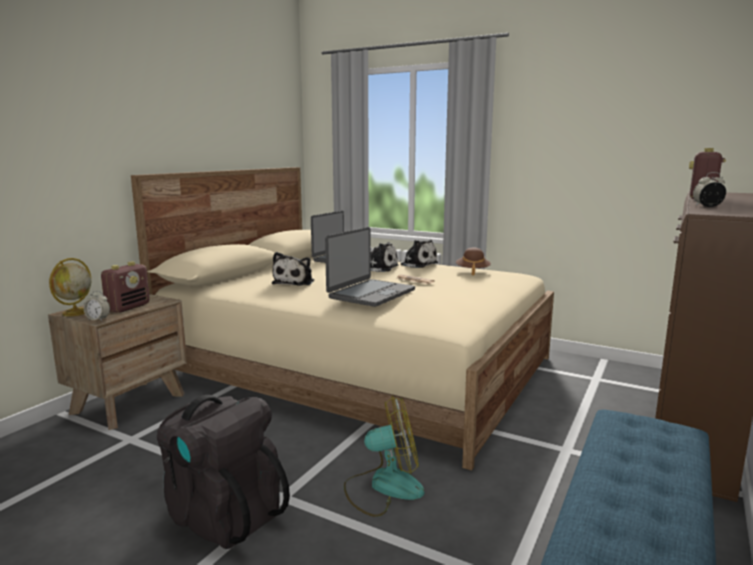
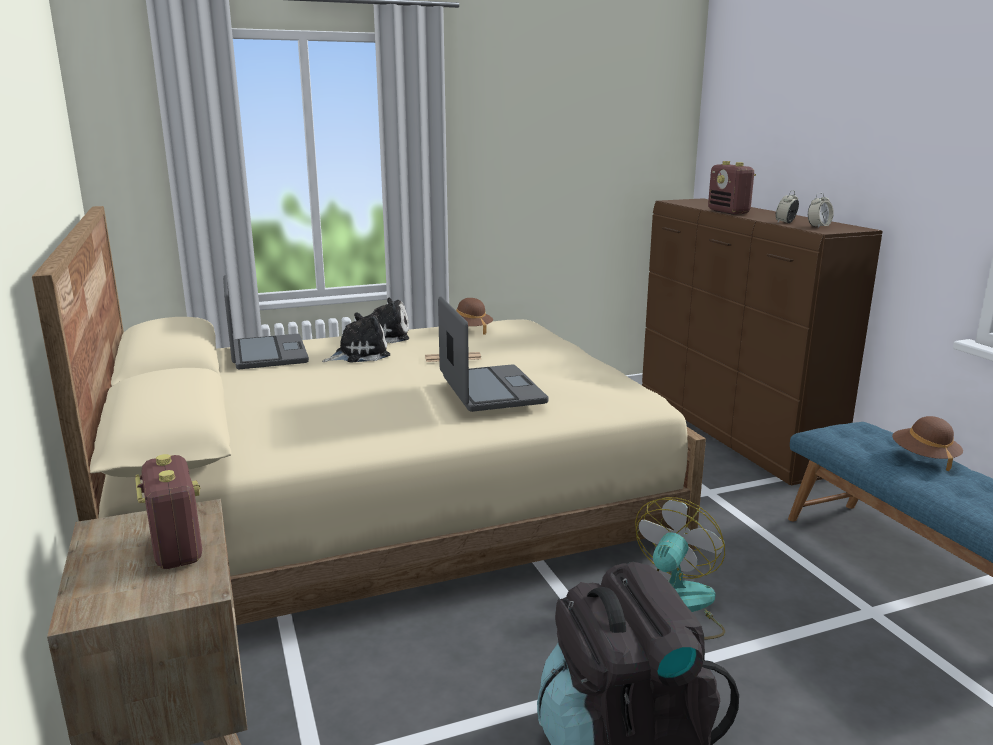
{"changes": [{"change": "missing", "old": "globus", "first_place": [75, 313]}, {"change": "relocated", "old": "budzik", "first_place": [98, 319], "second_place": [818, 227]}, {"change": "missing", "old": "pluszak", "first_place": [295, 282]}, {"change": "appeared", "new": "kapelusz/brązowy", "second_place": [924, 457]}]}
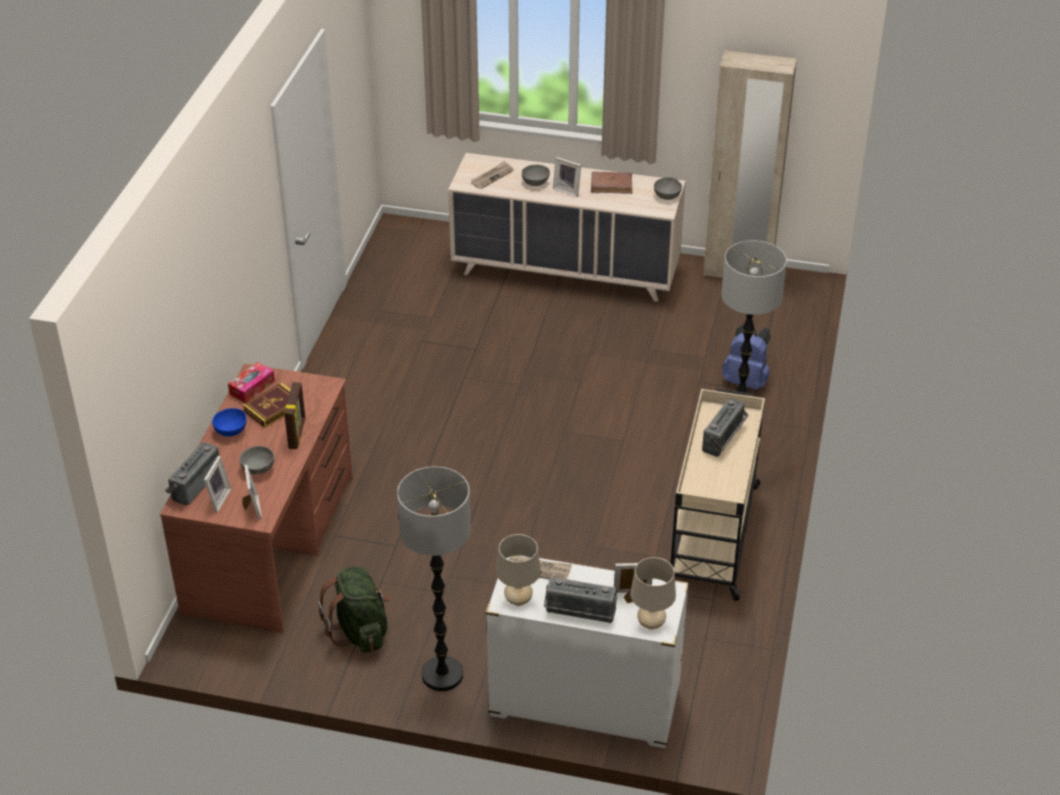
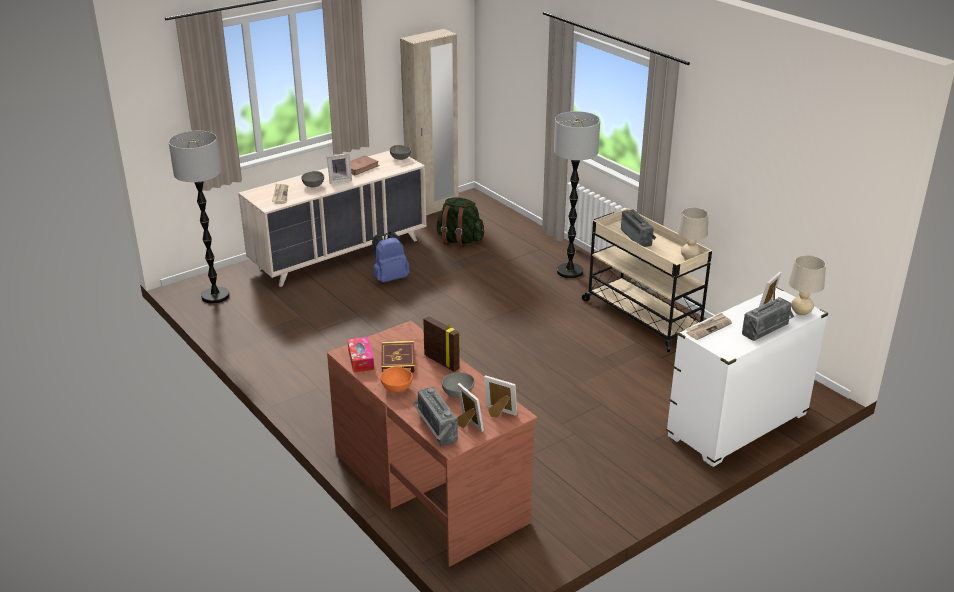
{"changes": [{"change": "colour", "old": "miska/niebieski", "new": "miska/pomarańczowy", "first_place": [232, 431], "second_place": [397, 387]}, {"change": "relocated", "old": "plecak/zielony", "first_place": [360, 631], "second_place": [459, 241]}, {"change": "relocated", "old": "lampa stojąca", "first_place": [442, 674], "second_place": [215, 296]}, {"change": "relocated", "old": "lampa stołowa/beżowy", "first_place": [518, 600], "second_place": [689, 258]}, {"change": "relocated", "old": "plecak/niebieski", "first_place": [746, 380], "second_place": [390, 278]}]}
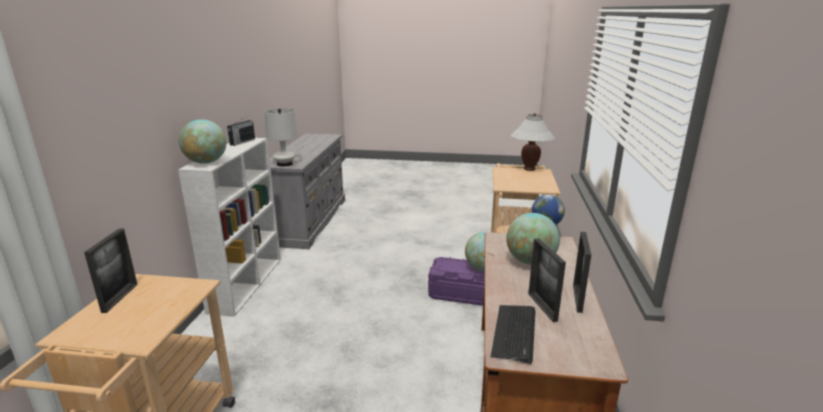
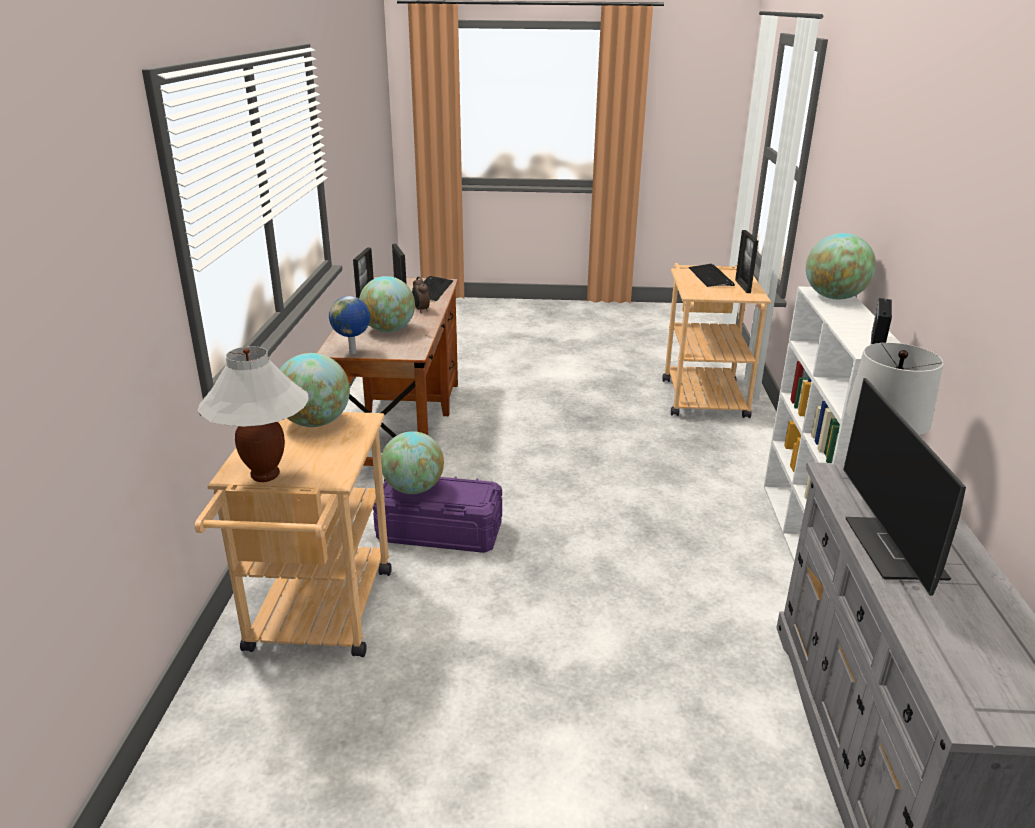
{"changes": [{"change": "appeared", "new": "globus", "second_place": [315, 423]}, {"change": "appeared", "new": "budzik", "second_place": [420, 310]}, {"change": "appeared", "new": "klawiatura", "second_place": [711, 277]}, {"change": "appeared", "new": "monitor", "second_place": [896, 551]}]}
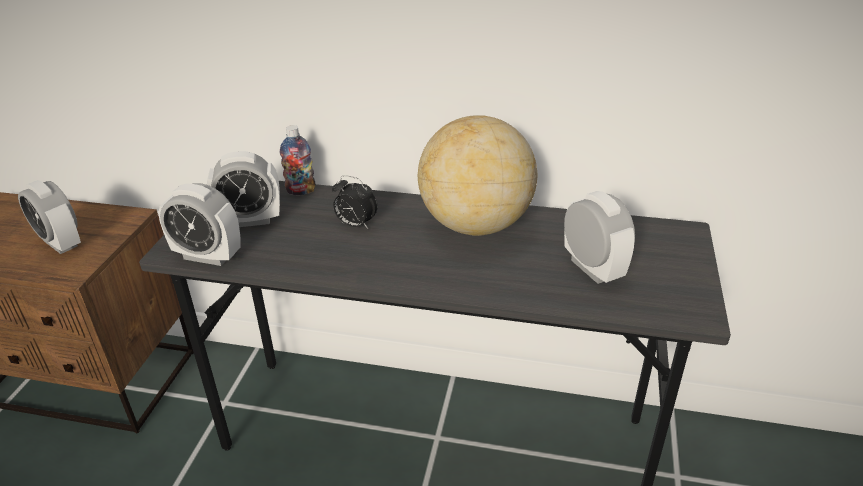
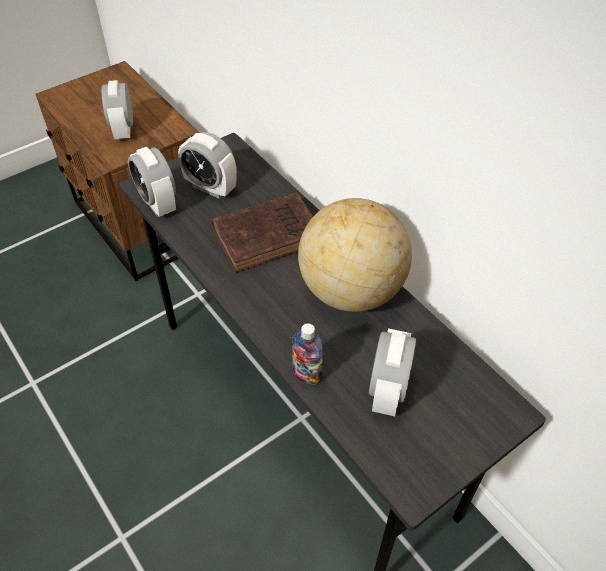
{"changes": [{"change": "relocated", "old": "butelka", "first_place": [301, 191], "second_place": [306, 375]}, {"change": "exchanged", "old": "budzik", "new": "książka/brązowy", "first_place": [355, 225], "second_place": [270, 235]}]}
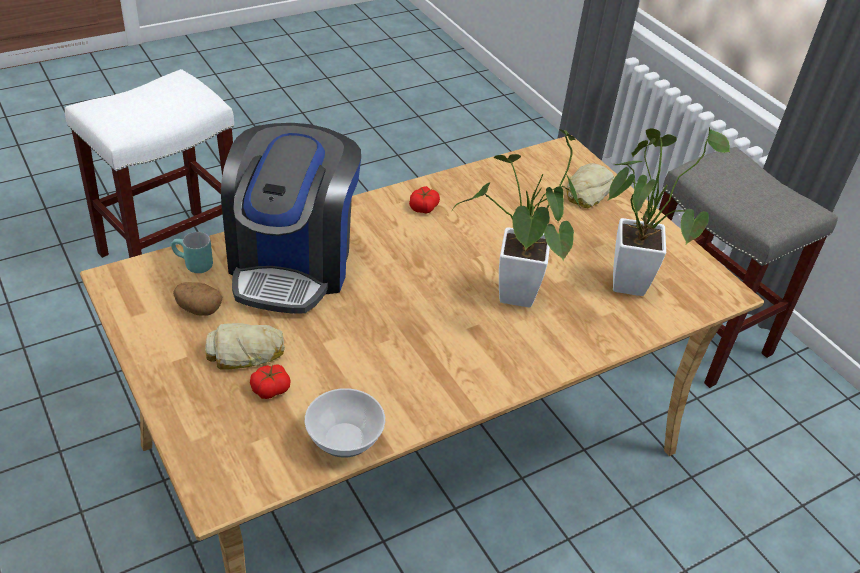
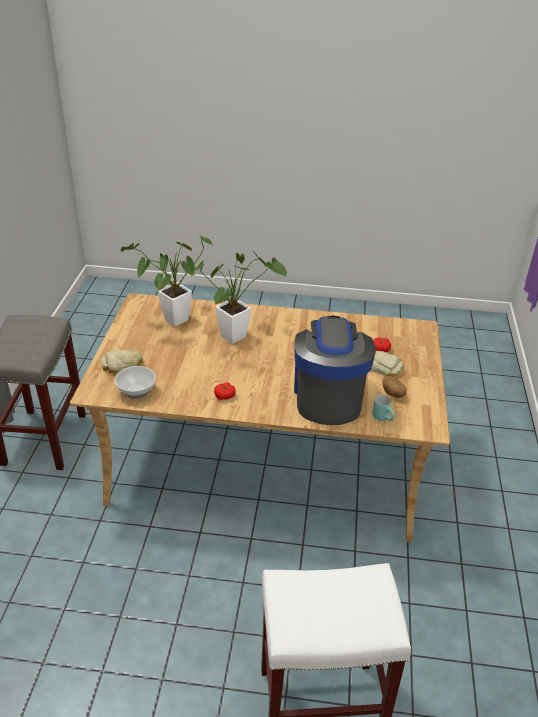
{"changes": [{"change": "spun", "old": "ekspres do kawy", "first_place": [292, 263], "second_place": [328, 396], "degrees": -45}, {"change": "relocated", "old": "miska", "first_place": [343, 439], "second_place": [136, 392]}]}
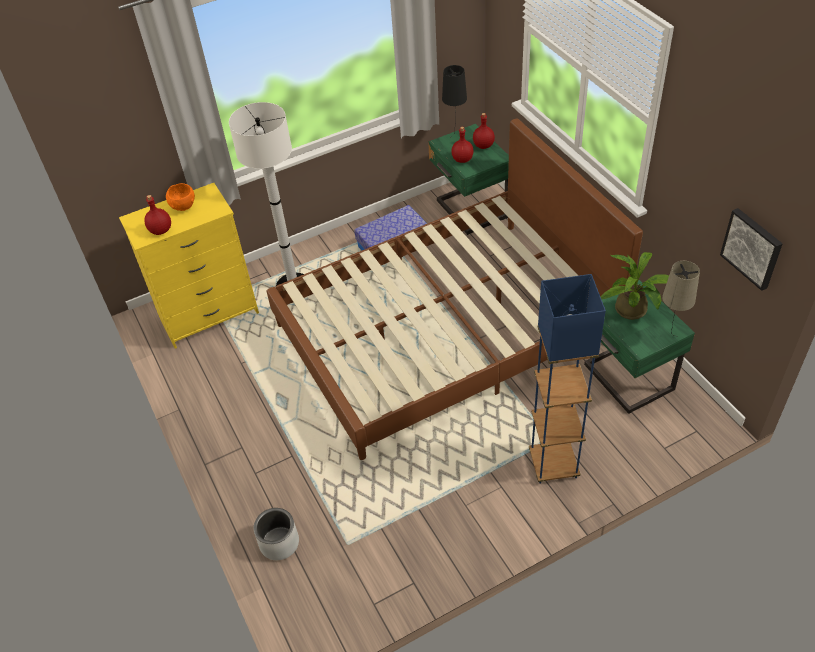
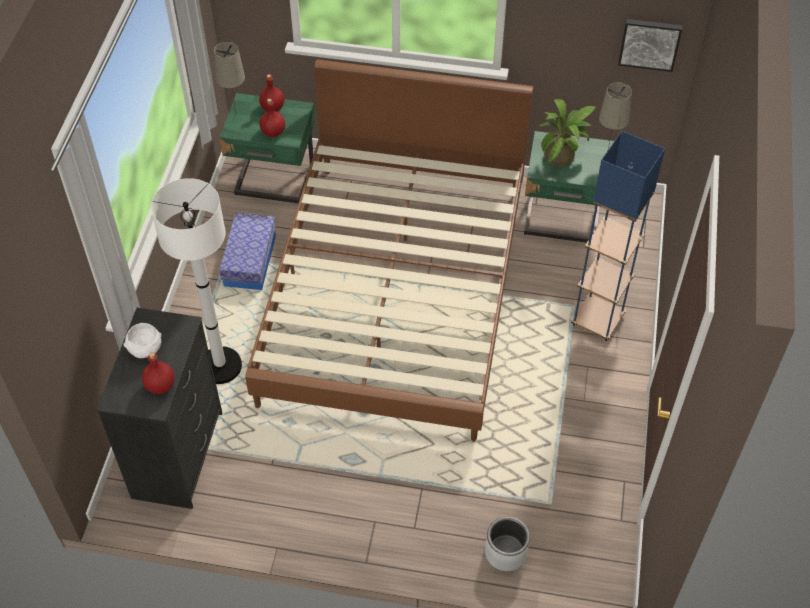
{"changes": [{"change": "colour", "old": "komoda/żółty", "new": "komoda/czarny", "first_place": [209, 315], "second_place": [179, 455]}, {"change": "colour", "old": "miska/pomarańczowy", "new": "miska/biały", "first_place": [183, 207], "second_place": [146, 350]}, {"change": "colour", "old": "lampa stołowa/czarny", "new": "lampa stołowa/beżowy", "first_place": [455, 136], "second_place": [236, 116]}]}
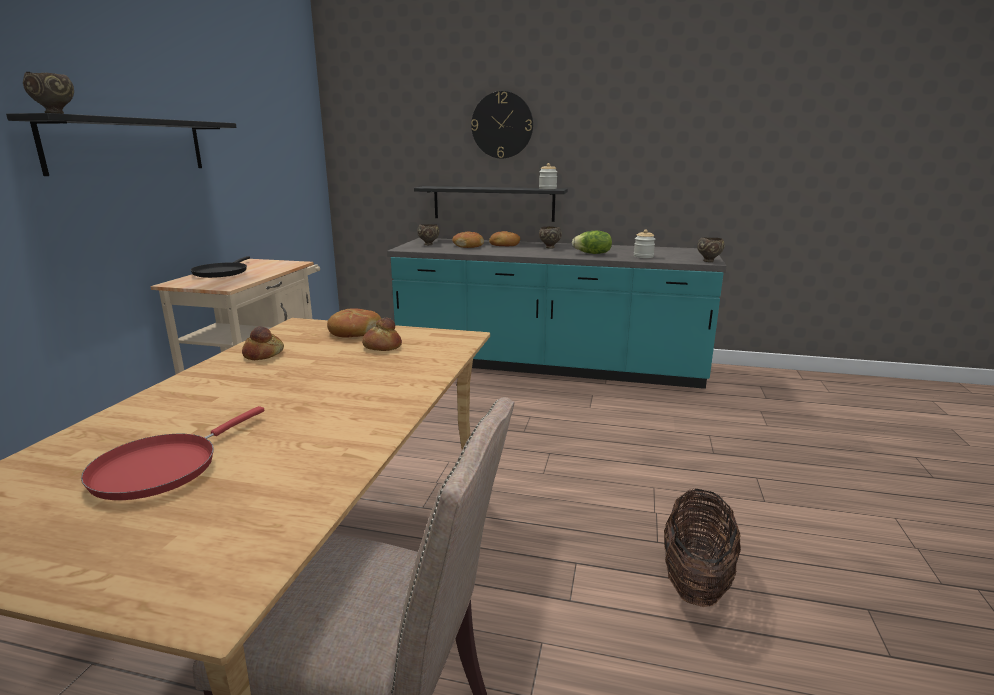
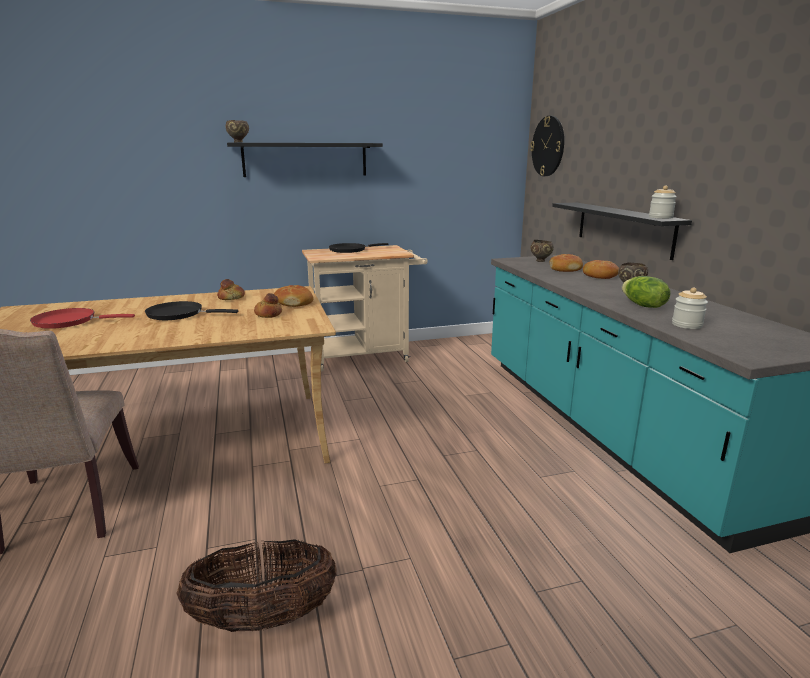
{"changes": [{"change": "relocated", "old": "zegar ścienny", "first_place": [502, 125], "second_place": [548, 146]}, {"change": "missing", "old": "miska/brązowy", "first_place": [709, 261]}, {"change": "appeared", "new": "patelnia/czarny", "second_place": [179, 314]}]}
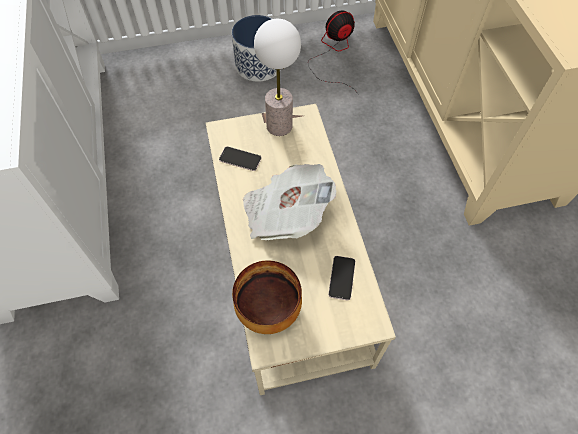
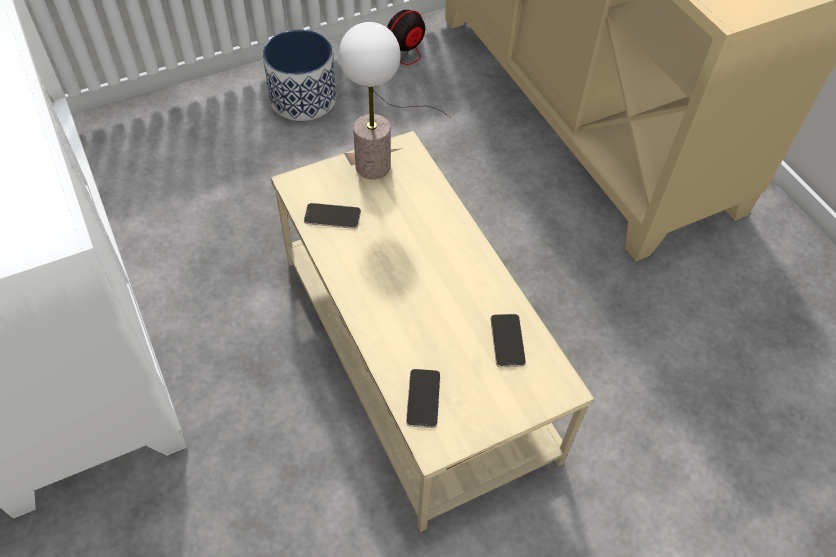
{"changes": [{"change": "exchanged", "old": "miska", "new": "telefon", "first_place": [267, 310], "second_place": [423, 398]}, {"change": "missing", "old": "gazeta", "first_place": [285, 214]}]}
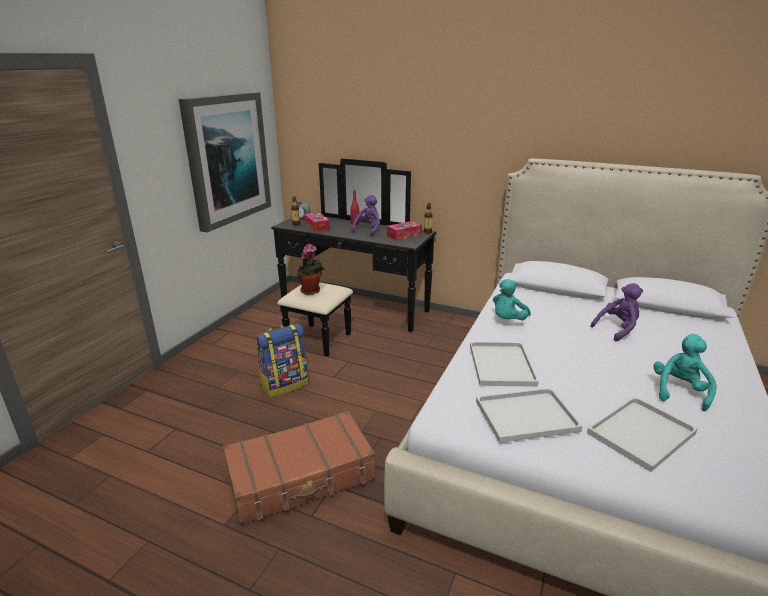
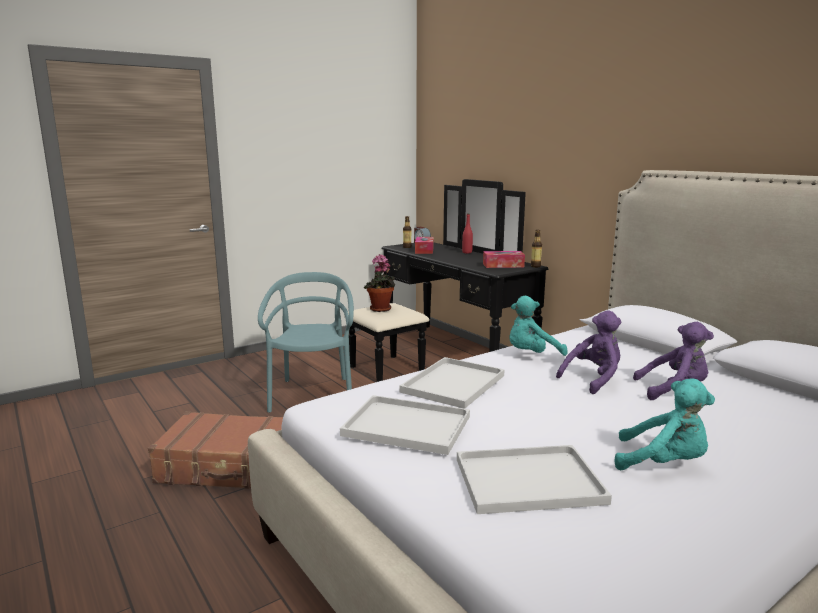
{"changes": [{"change": "missing", "old": "obraz", "first_place": [227, 159]}, {"change": "exchanged", "old": "plecak", "new": "krzesło/turkusowy", "first_place": [284, 384], "second_place": [313, 395]}, {"change": "relocated", "old": "pluszak/fioletowy", "first_place": [368, 230], "second_place": [593, 379]}, {"change": "spun", "old": "pluszak/turkusowy", "first_place": [679, 391], "second_place": [663, 463], "degrees": 60}]}
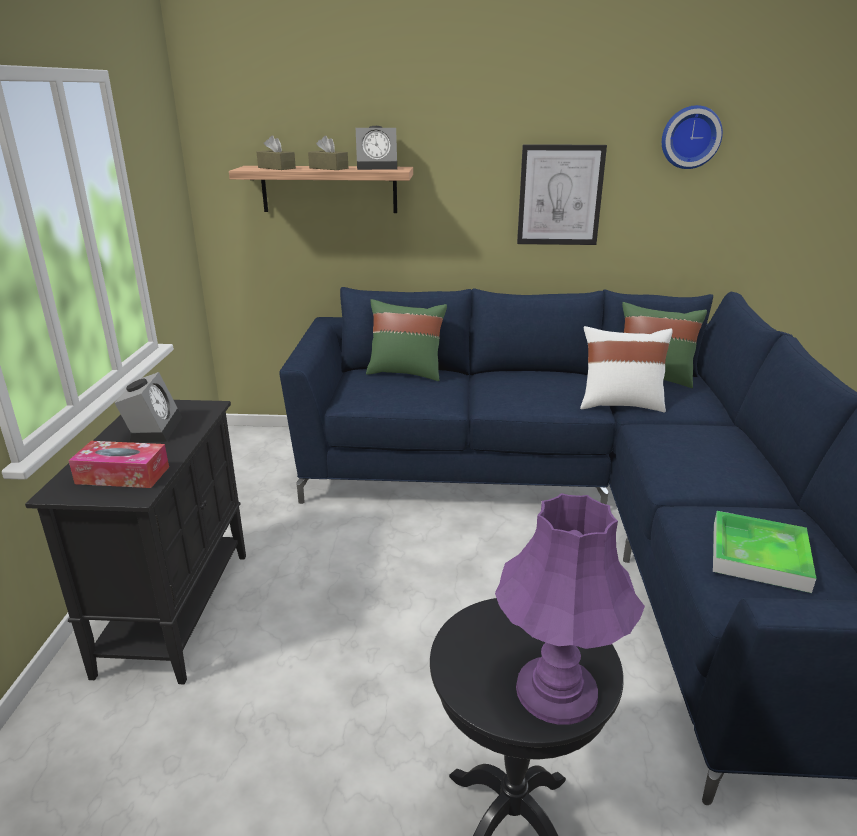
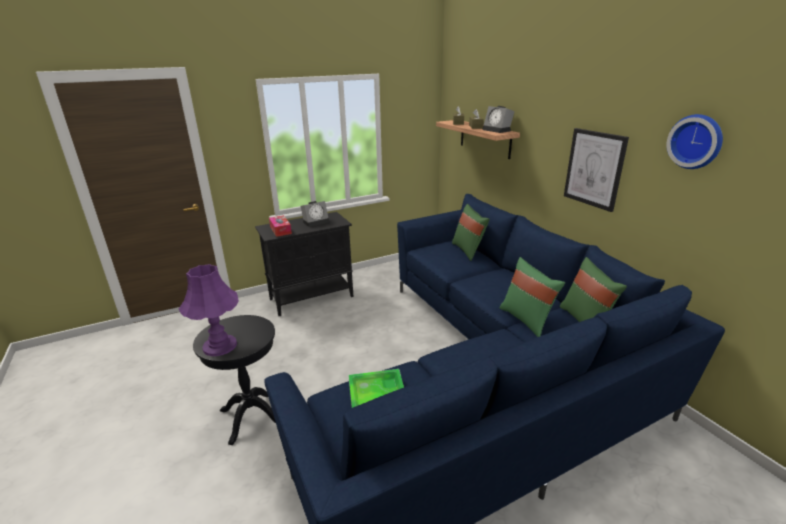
{"changes": [{"change": "colour", "old": "poduszka/biały", "new": "poduszka/zielony", "first_place": [620, 404], "second_place": [527, 320]}]}
